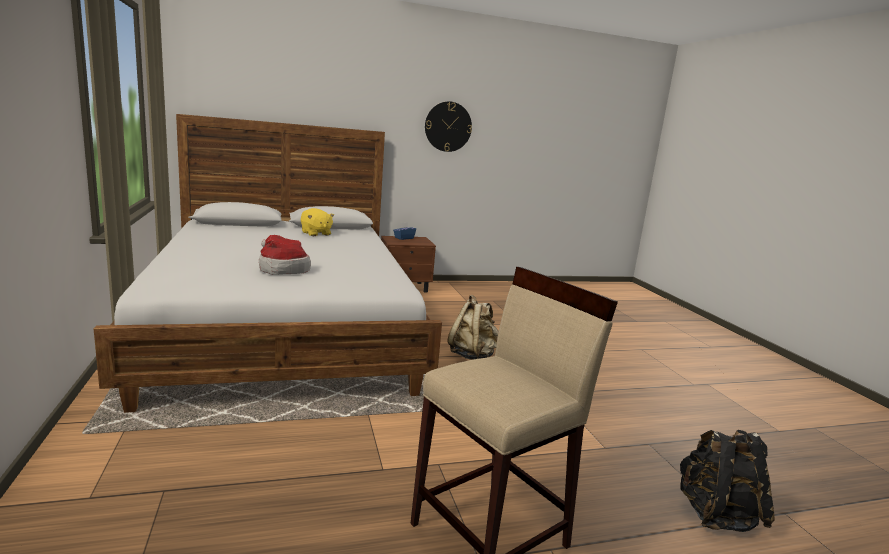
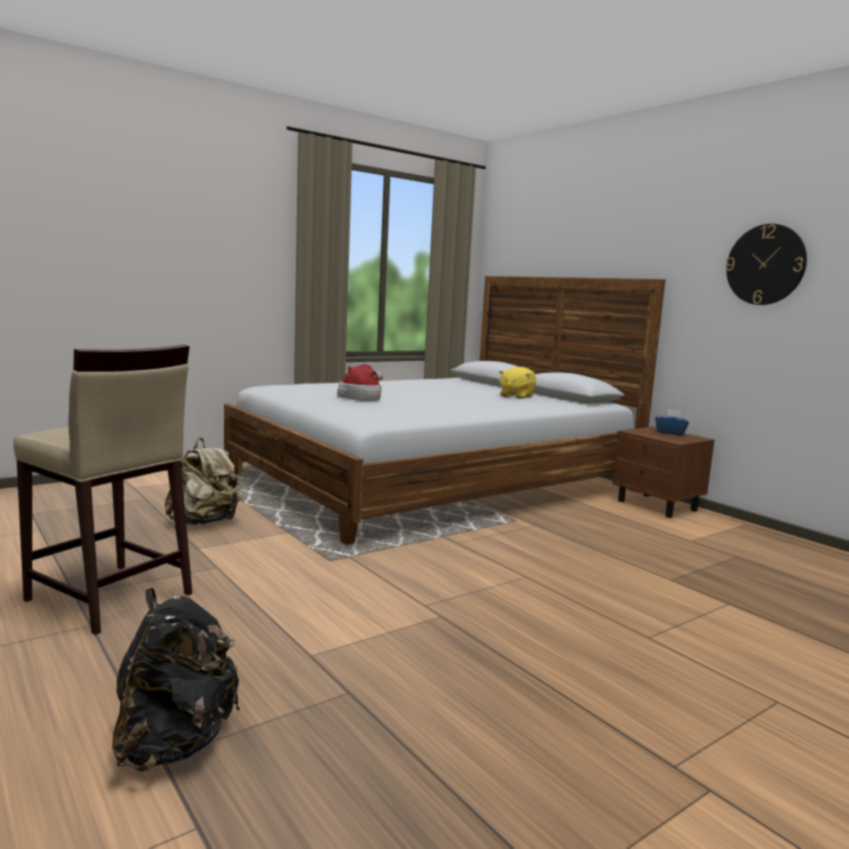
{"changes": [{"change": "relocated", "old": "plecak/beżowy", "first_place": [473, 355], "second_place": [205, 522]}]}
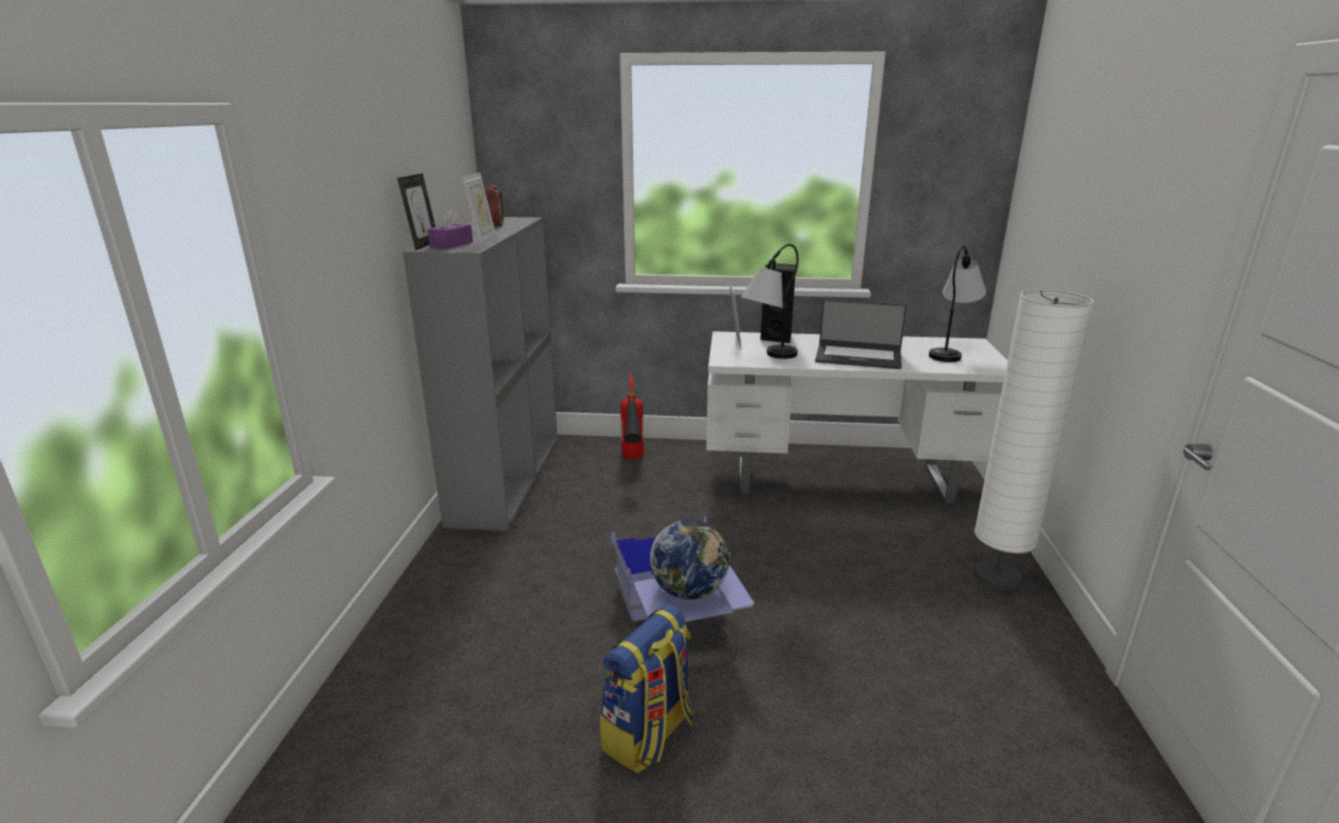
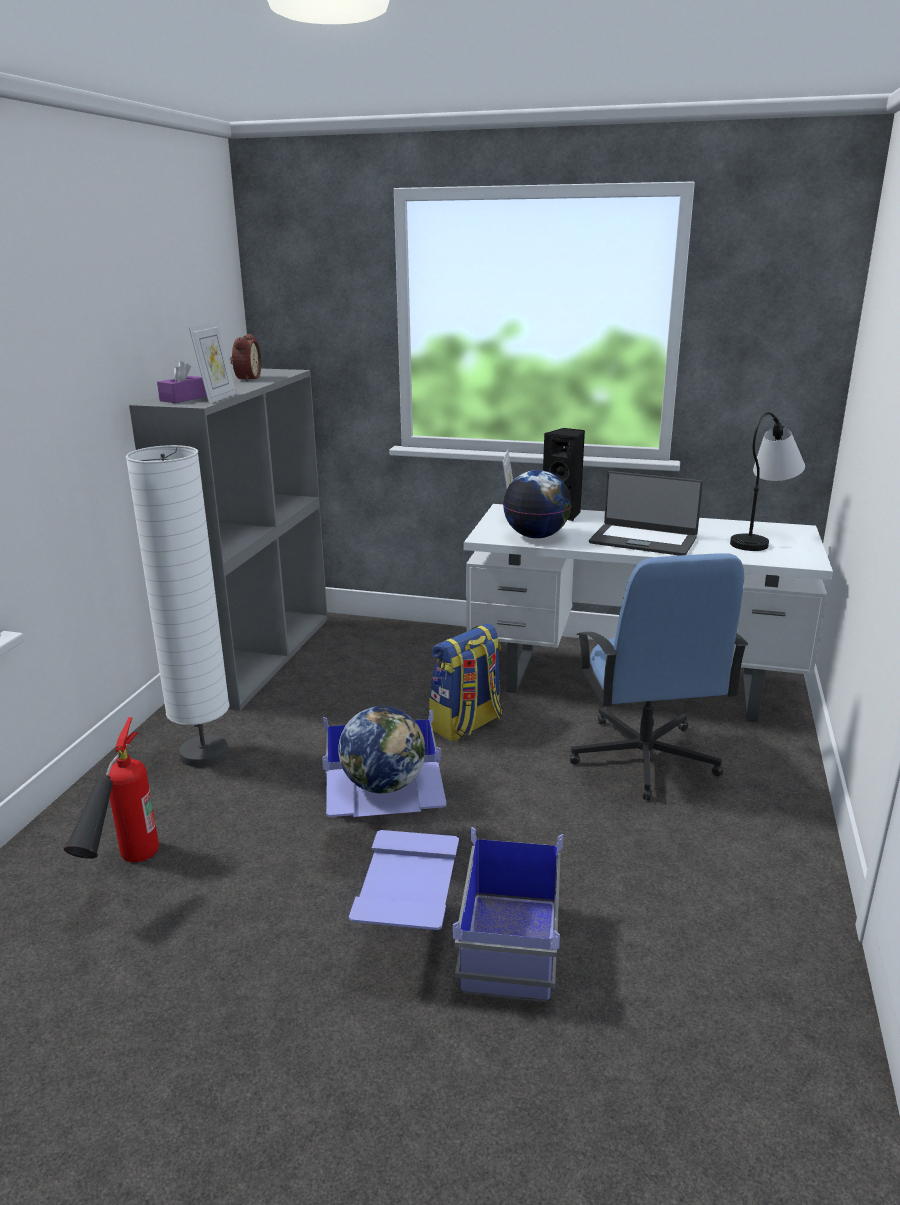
{"changes": [{"change": "missing", "old": "ramka na zdjęcie", "first_place": [423, 245]}, {"change": "relocated", "old": "plecak", "first_place": [649, 735], "second_place": [466, 725]}, {"change": "relocated", "old": "gaśnica", "first_place": [633, 464], "second_place": [124, 874]}, {"change": "exchanged", "old": "lampa stołowa", "new": "globus", "first_place": [767, 358], "second_place": [536, 536]}, {"change": "relocated", "old": "lampa stojąca/biały", "first_place": [996, 578], "second_place": [204, 754]}, {"change": "appeared", "new": "pojemnik do przechowywania/niebieski", "second_place": [461, 942]}, {"change": "appeared", "new": "krzesło biurowe/niebieski", "second_place": [643, 758]}]}
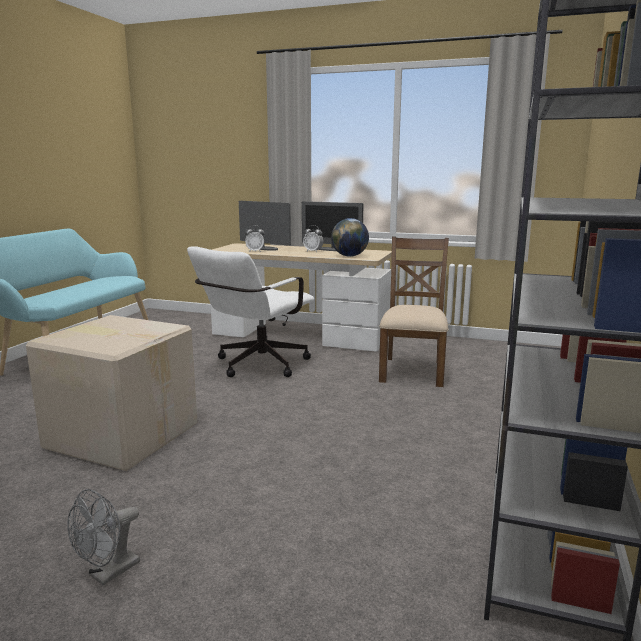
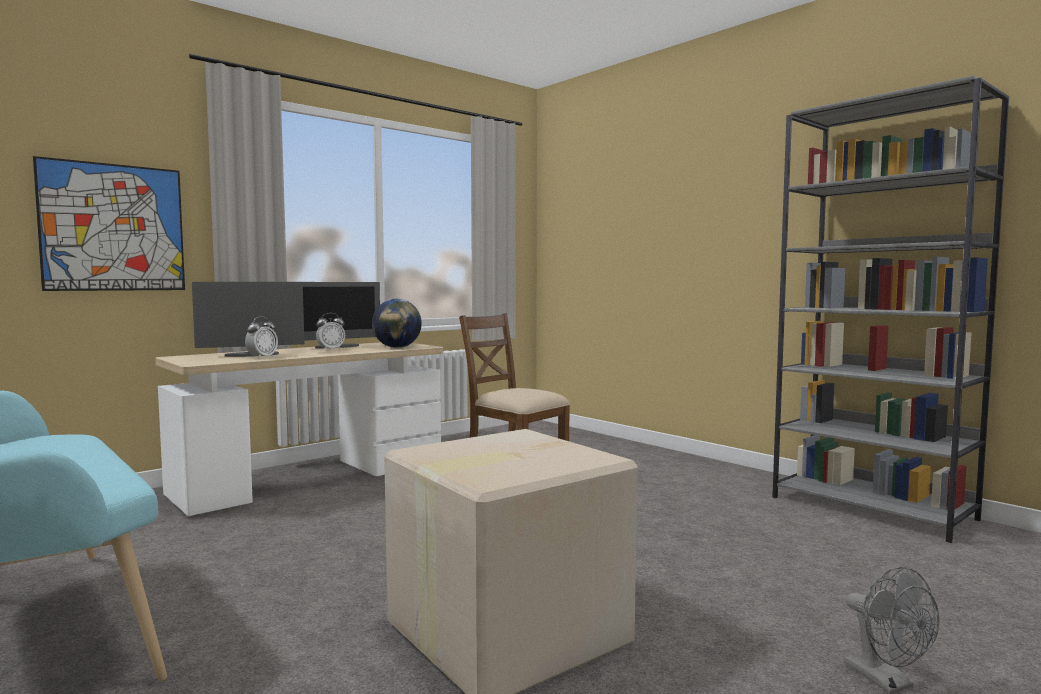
{"changes": [{"change": "missing", "old": "krzesło biurowe/biały", "first_place": [256, 366]}, {"change": "appeared", "new": "obraz", "second_place": [113, 227]}]}
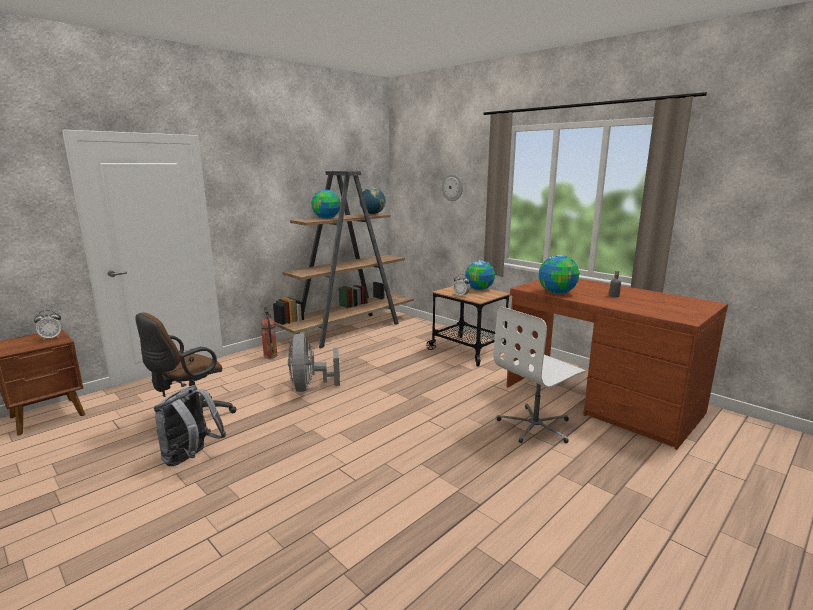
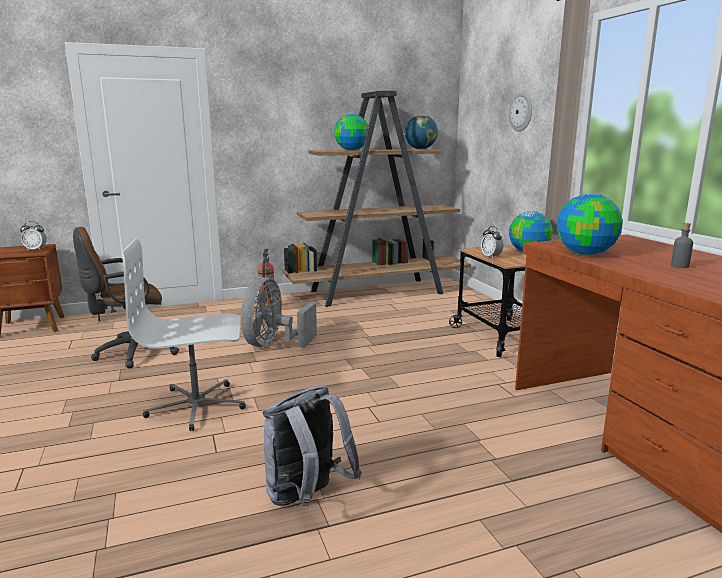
{"changes": [{"change": "relocated", "old": "plecak/szary", "first_place": [191, 458], "second_place": [307, 498]}, {"change": "relocated", "old": "krzesło biurowe/biały", "first_place": [536, 426], "second_place": [197, 406]}]}
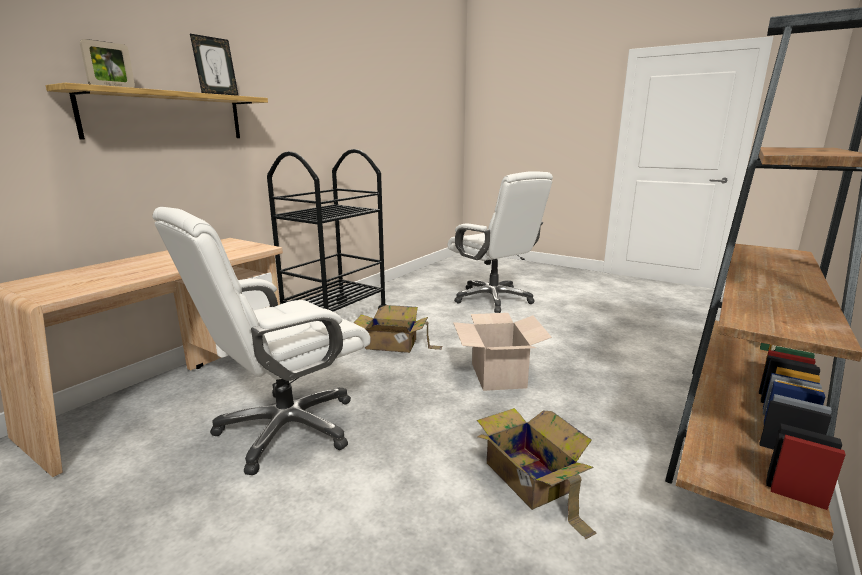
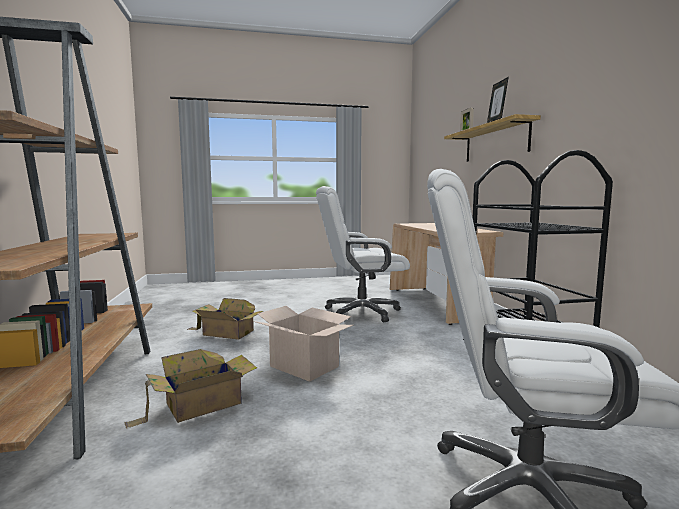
{"changes": [{"change": "spun", "old": "krzesło biurowe/biały", "first_place": [286, 428], "second_place": [361, 312], "degrees": -105}, {"change": "relocated", "old": "karton", "first_place": [393, 345], "second_place": [200, 404]}]}
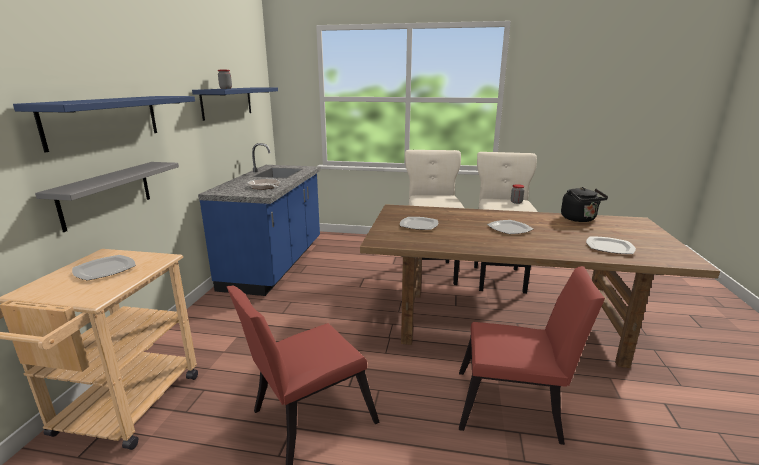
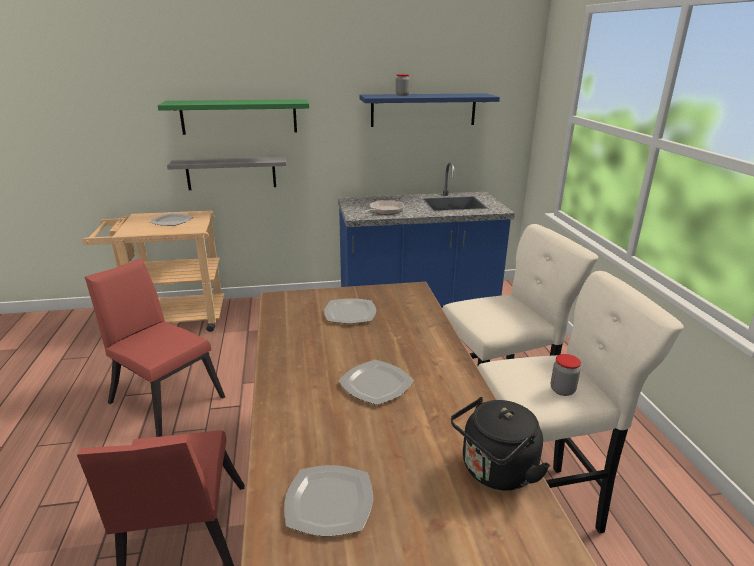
{"changes": [{"change": "colour", "old": "półka/niebieski", "new": "półka/zielony", "first_place": [104, 120], "second_place": [239, 116]}]}
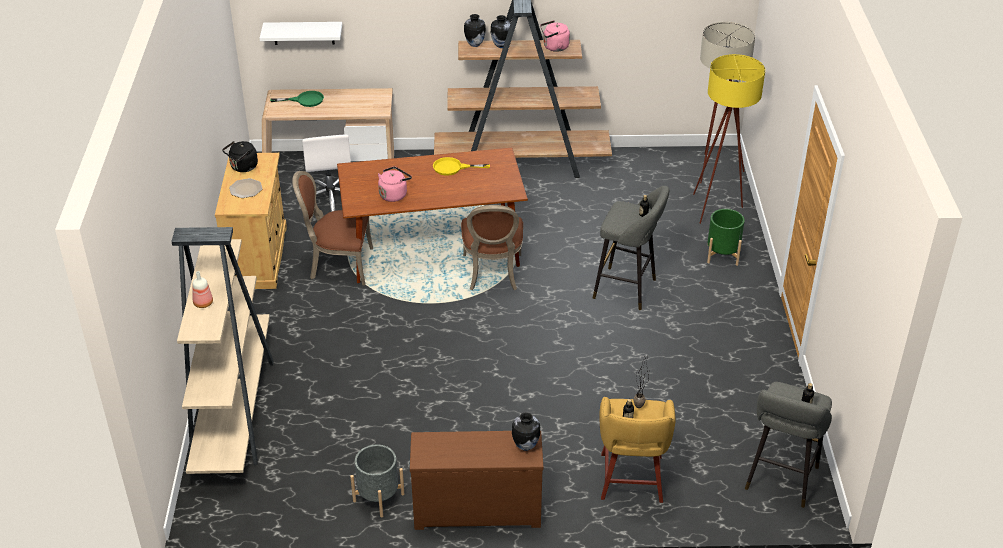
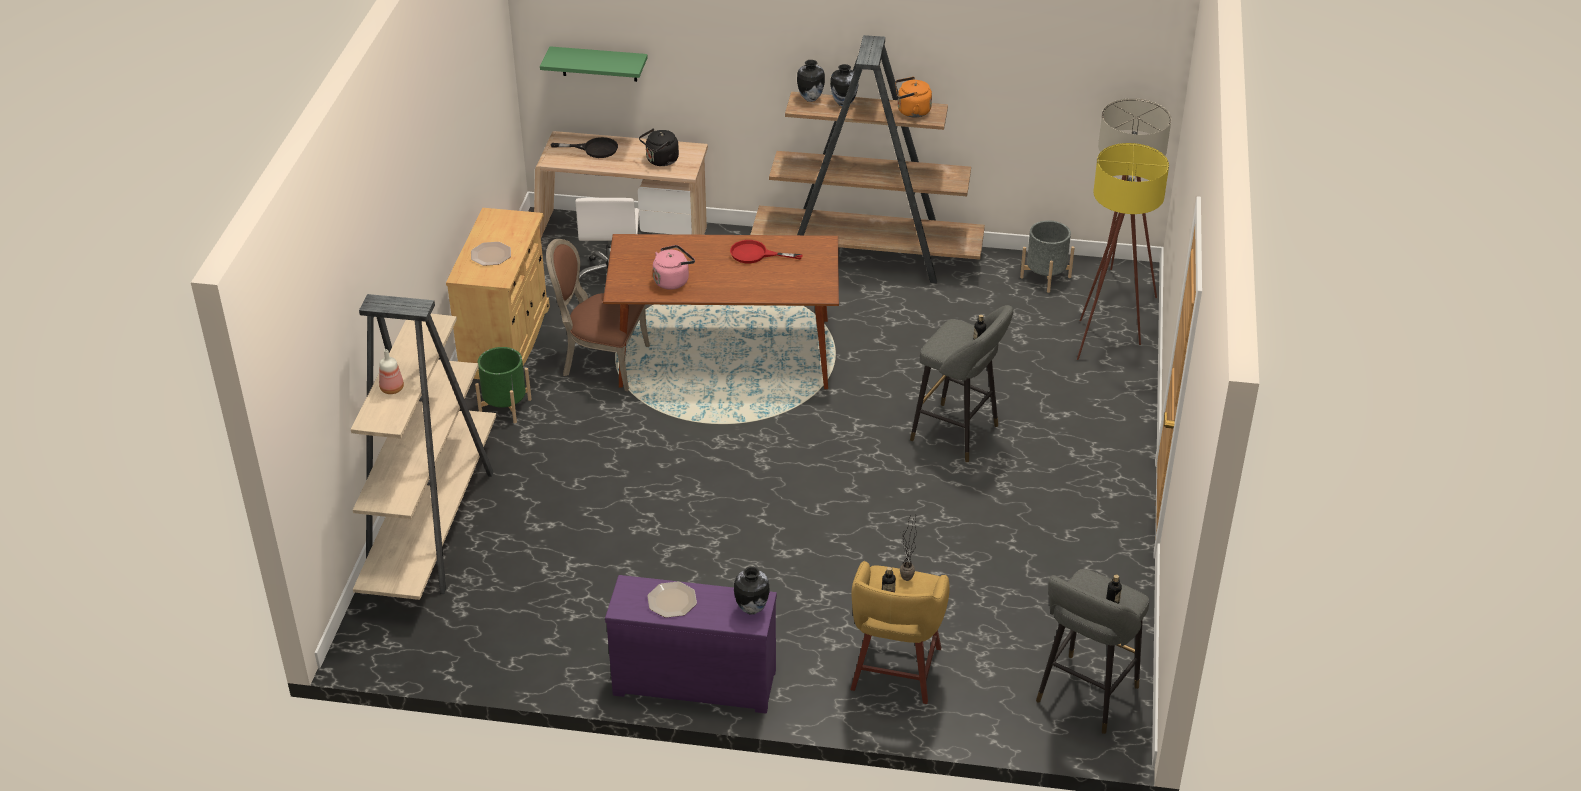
{"changes": [{"change": "relocated", "old": "czajnik/czarny", "first_place": [243, 167], "second_place": [660, 161]}, {"change": "colour", "old": "półka/biały", "new": "półka/zielony", "first_place": [303, 33], "second_place": [599, 64]}, {"change": "colour", "old": "patelnia/zielony", "new": "patelnia/czarny", "first_place": [305, 100], "second_place": [594, 149]}, {"change": "relocated", "old": "donica/szary", "first_place": [378, 497], "second_place": [1045, 277]}, {"change": "colour", "old": "komoda/brązowy", "new": "komoda/fioletowy", "first_place": [477, 507], "second_place": [695, 679]}, {"change": "colour", "old": "patelnia/żółty", "new": "patelnia/czerwony", "first_place": [453, 168], "second_place": [755, 254]}, {"change": "missing", "old": "krzesło/brązowy", "first_place": [492, 274]}, {"change": "colour", "old": "czajnik/różowy", "new": "czajnik/pomarańczowy", "first_place": [554, 47], "second_place": [911, 111]}, {"change": "relocated", "old": "donica/zielony", "first_place": [722, 255], "second_place": [505, 407]}, {"change": "appeared", "new": "talerz", "second_place": [671, 600]}]}
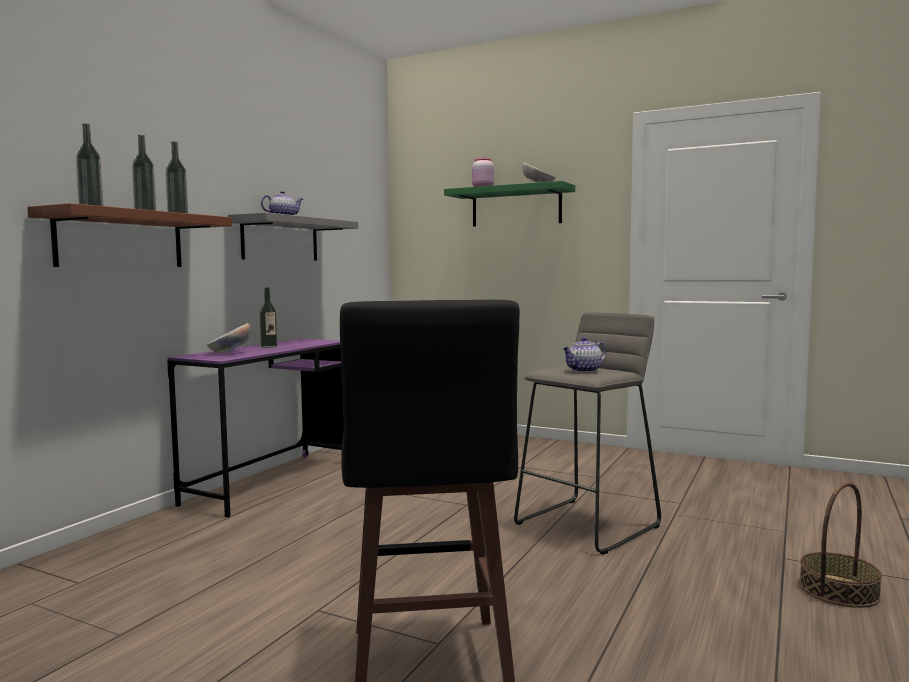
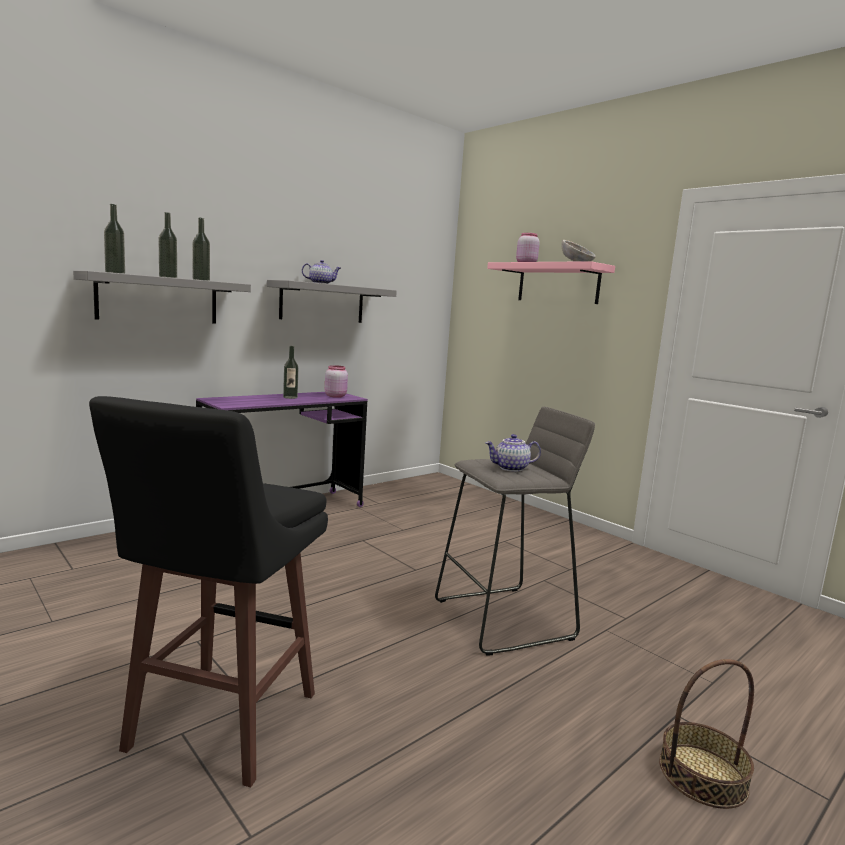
{"changes": [{"change": "colour", "old": "półka/brązowy", "new": "półka/szary", "first_place": [121, 240], "second_place": [158, 299]}, {"change": "missing", "old": "miska", "first_place": [229, 353]}, {"change": "colour", "old": "półka/zielony", "new": "półka/różowy", "first_place": [516, 207], "second_place": [558, 284]}, {"change": "appeared", "new": "słoik/różowy", "second_place": [335, 396]}]}
